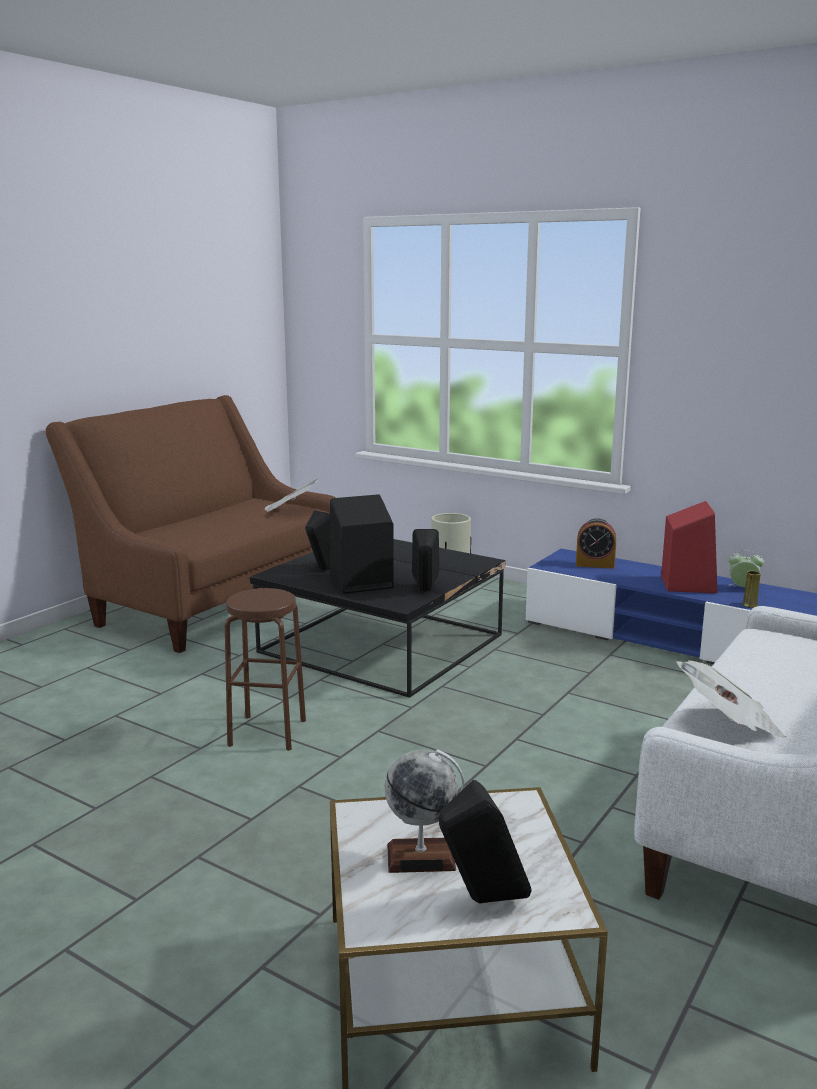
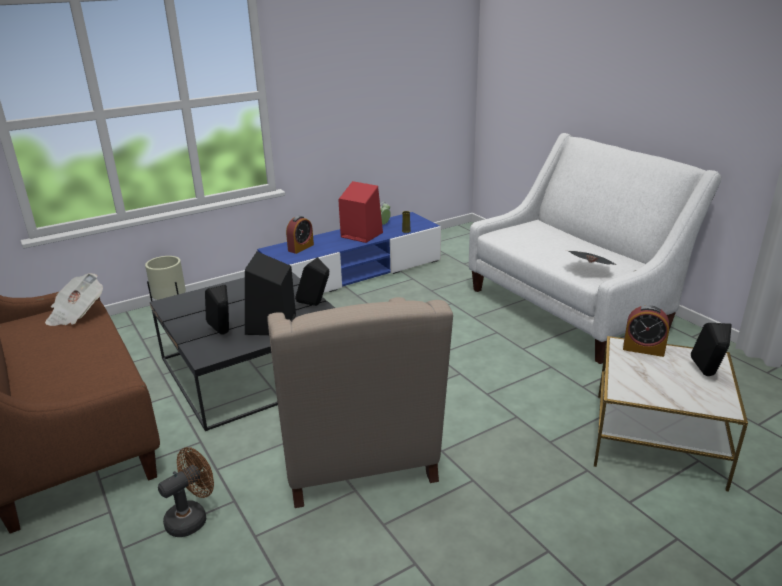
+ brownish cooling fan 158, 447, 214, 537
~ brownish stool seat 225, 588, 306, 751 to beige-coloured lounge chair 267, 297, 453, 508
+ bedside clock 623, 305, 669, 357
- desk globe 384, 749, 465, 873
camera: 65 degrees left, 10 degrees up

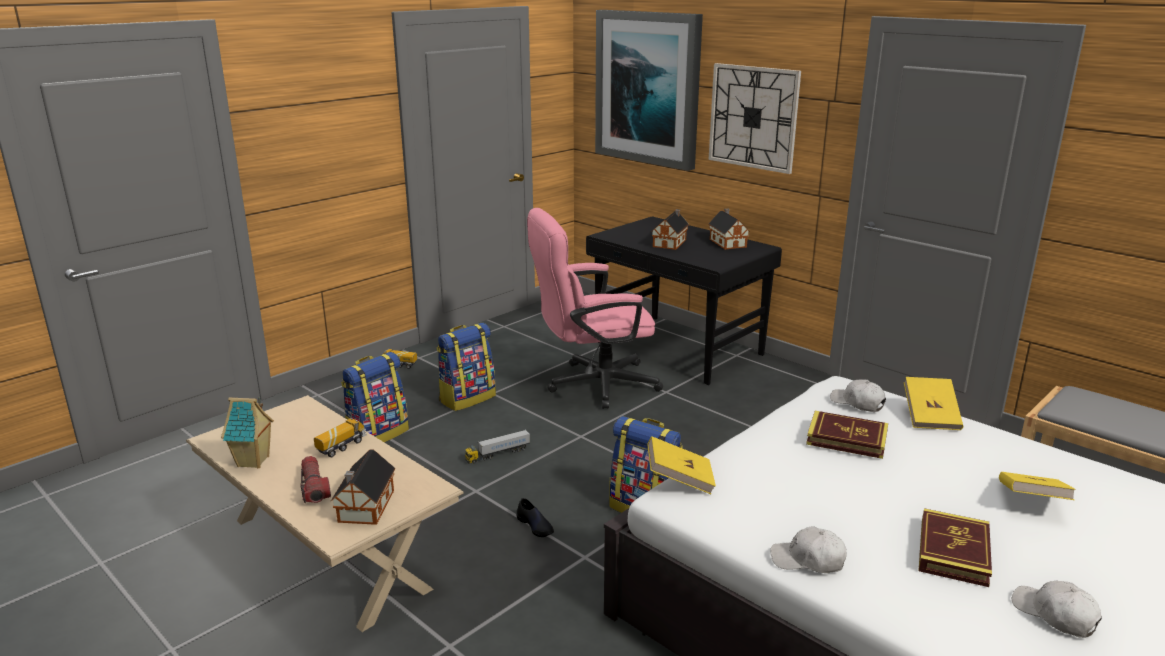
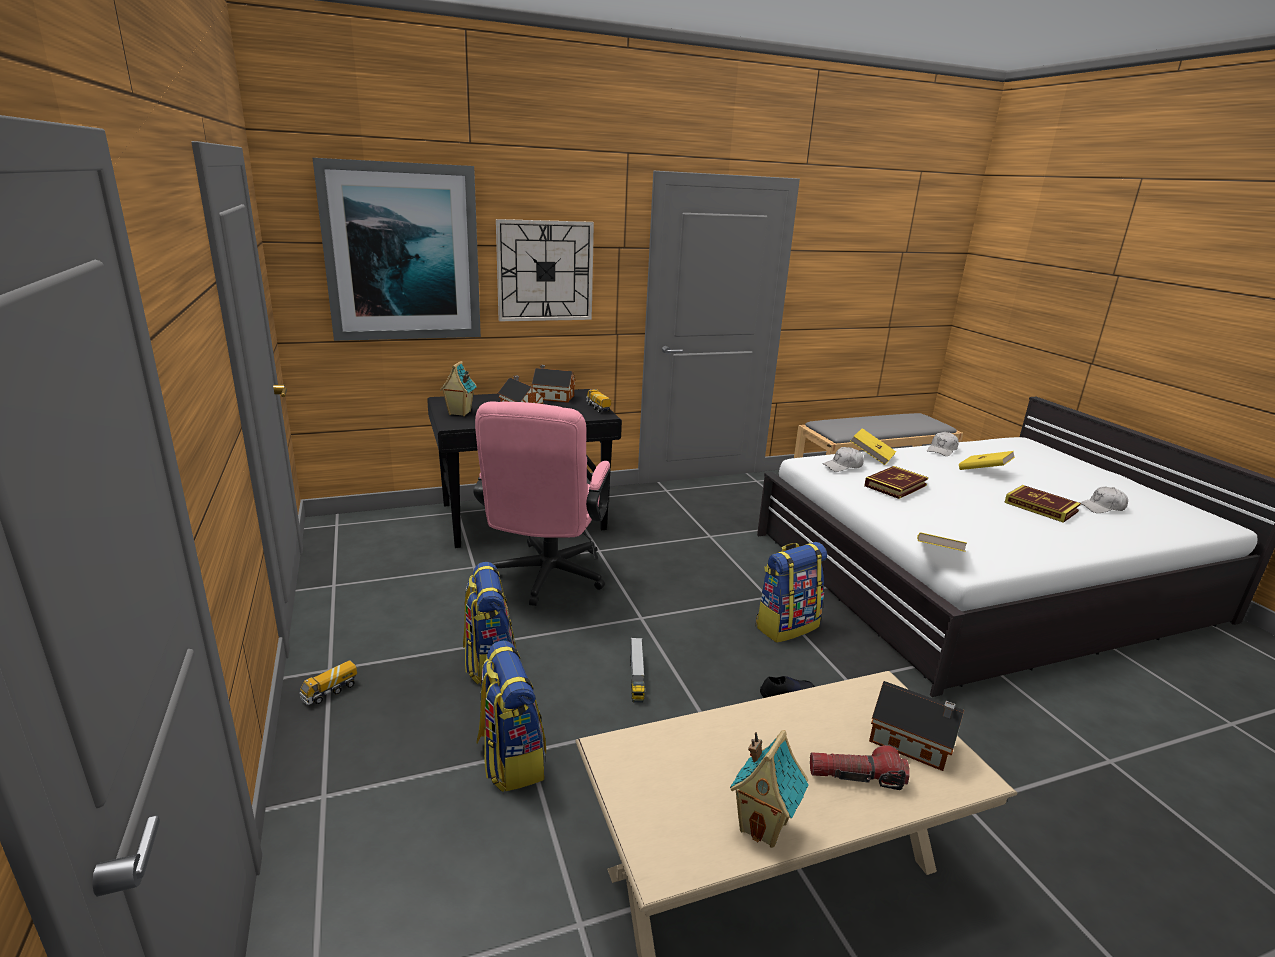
+ model house 440, 361, 477, 416
~ toy truck 314, 418, 367, 457 to 586, 389, 611, 413
~ white-coloured cap 770, 526, 847, 573 to 927, 432, 959, 456
camera: 65 degrees left, 0 degrees up

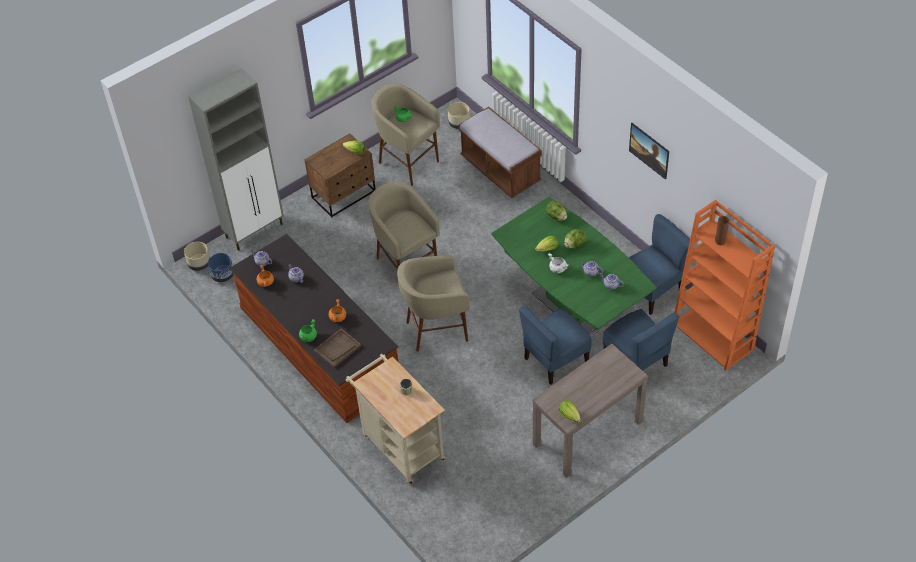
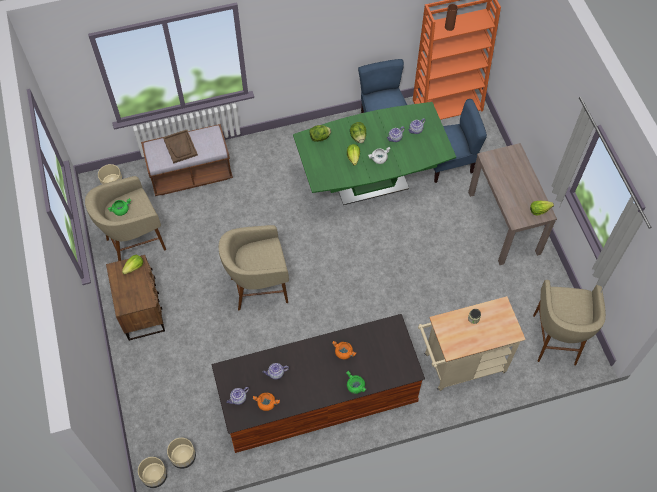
~ brownish tray 314, 328, 361, 368 to 163, 130, 198, 164
~ blue flower pot 208, 253, 233, 282 to beige-coloured flower pot 167, 438, 196, 469
~ beige-coloured stool seat 397, 255, 469, 351 to 533, 280, 606, 366
- grey storage cabinet 188, 68, 284, 251
- blue plain chair 519, 306, 592, 385
- picture 629, 123, 669, 180
camera: 70 degrees left, 10 degrees up

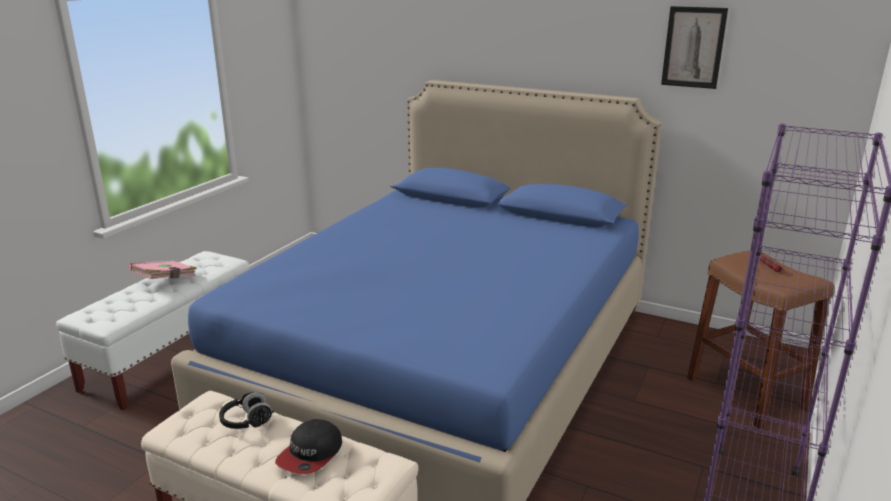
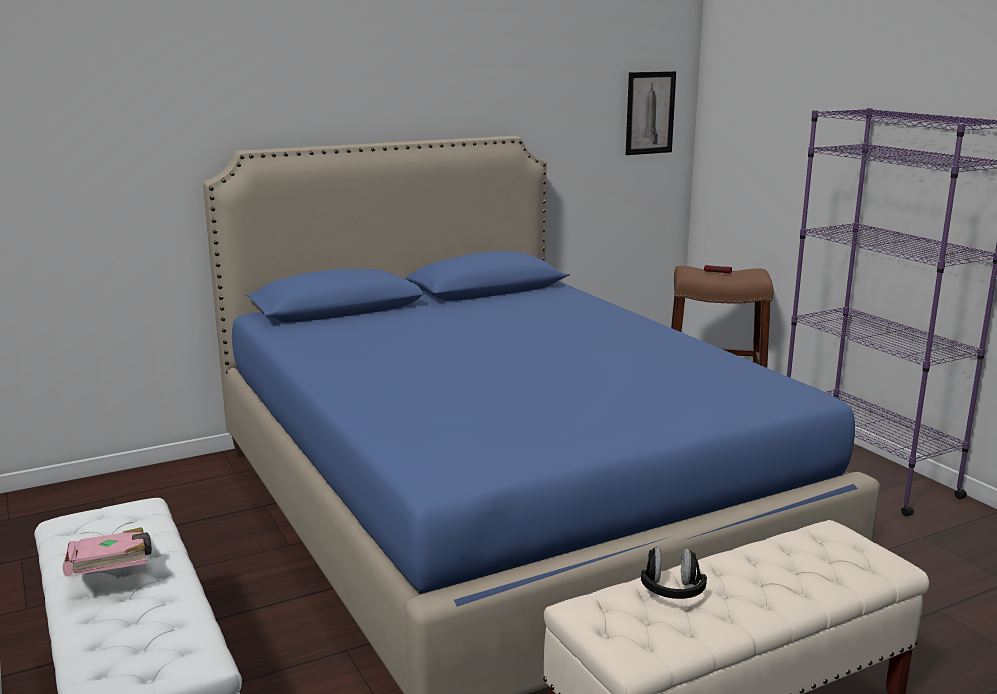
~ picture 661, 6, 728, 89 to 626, 71, 676, 155
- cap 275, 419, 342, 474
camera: 55 degrees left, 5 degrees down

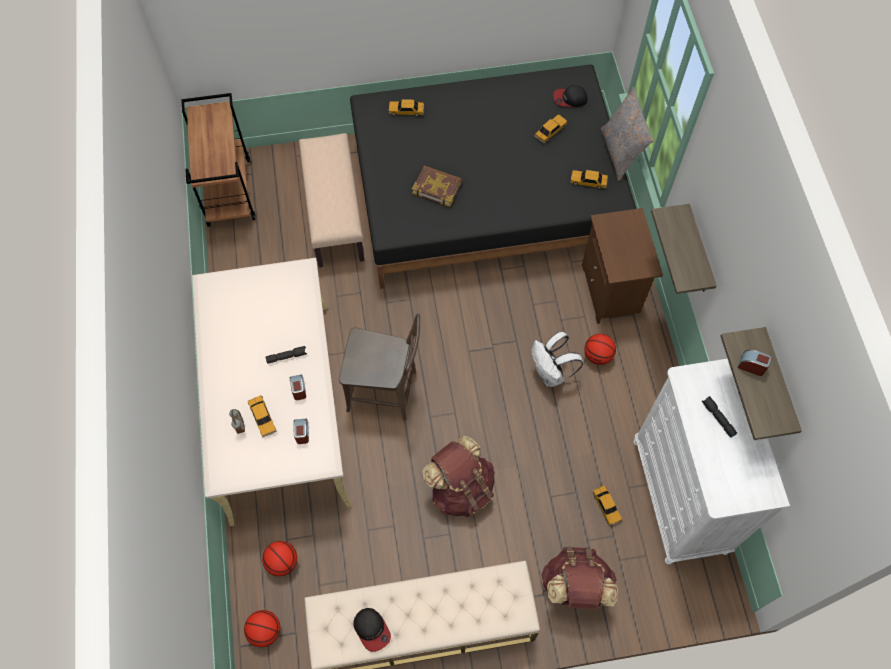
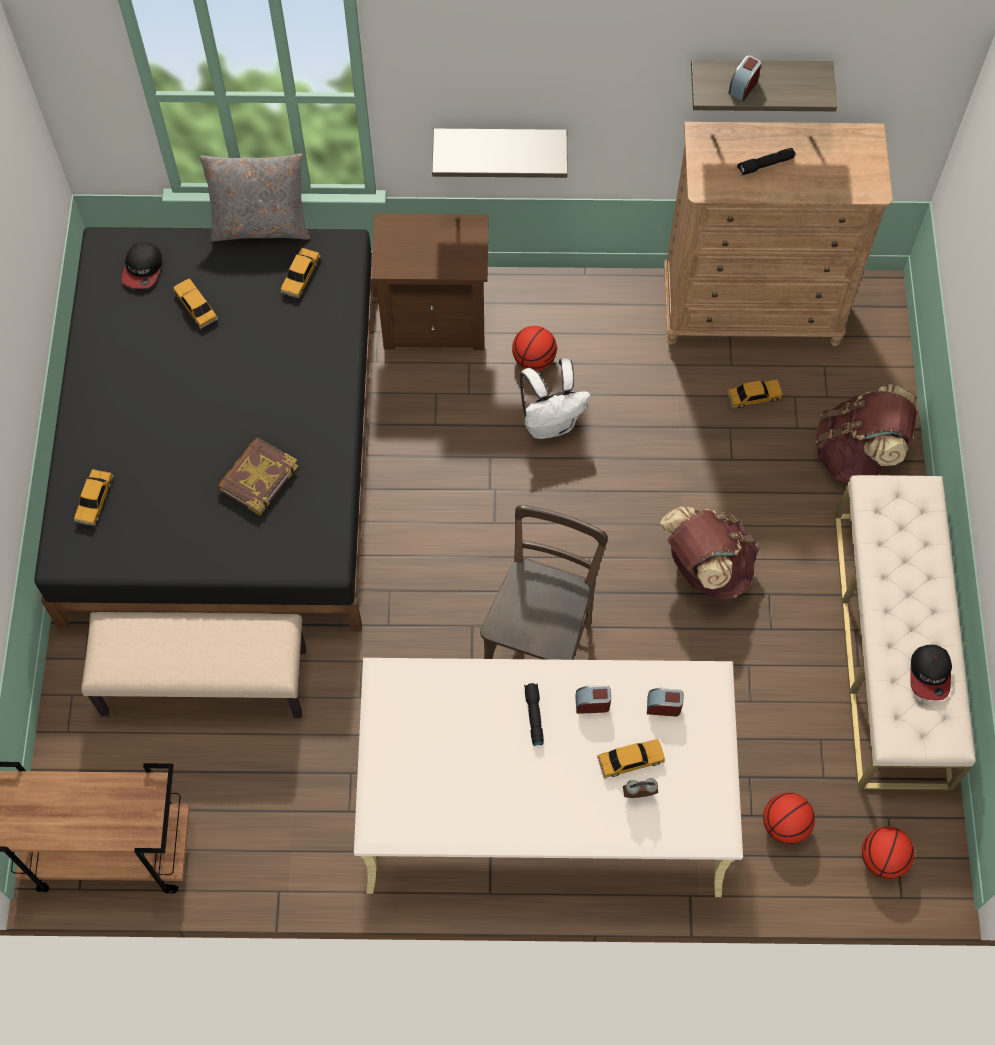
~ white-coloured dresser 634, 359, 790, 564 to brownish dresser 664, 122, 893, 346
~ cap 353, 608, 391, 652 = 910, 645, 952, 701 120 degrees clockwise
camera: 80 degrees left, 0 degrees up

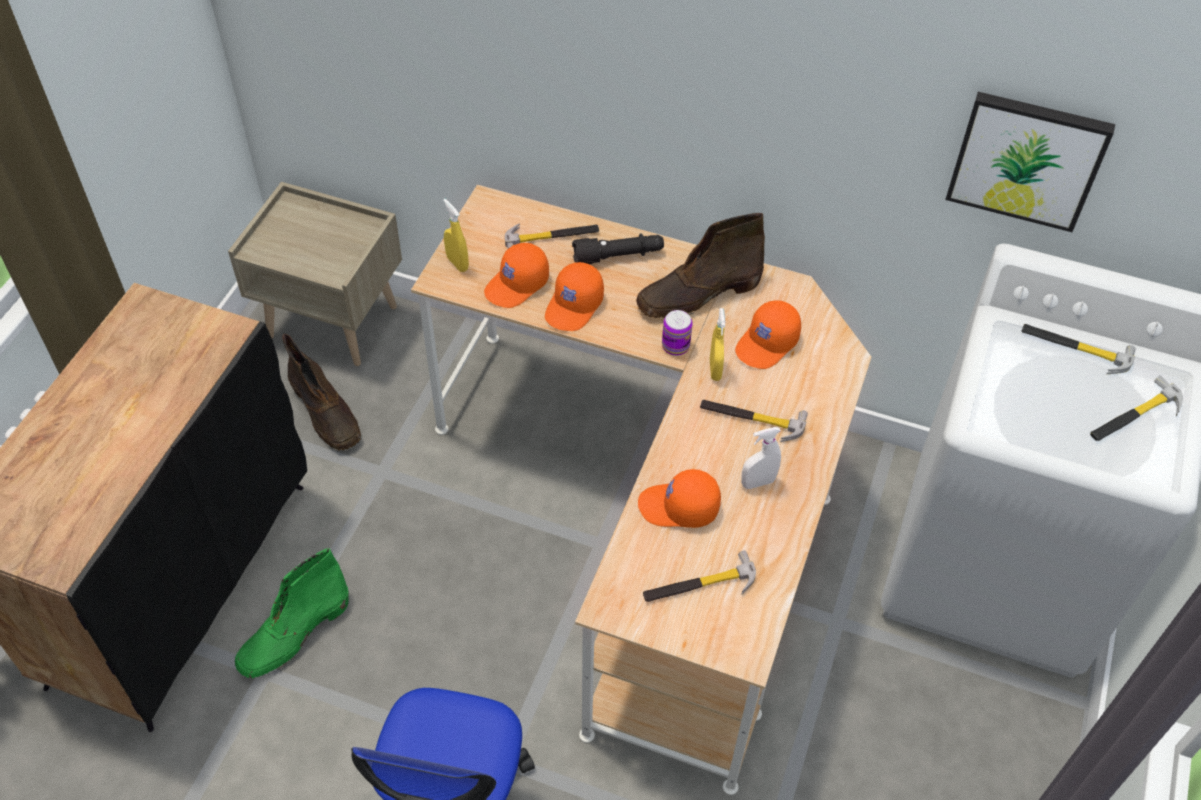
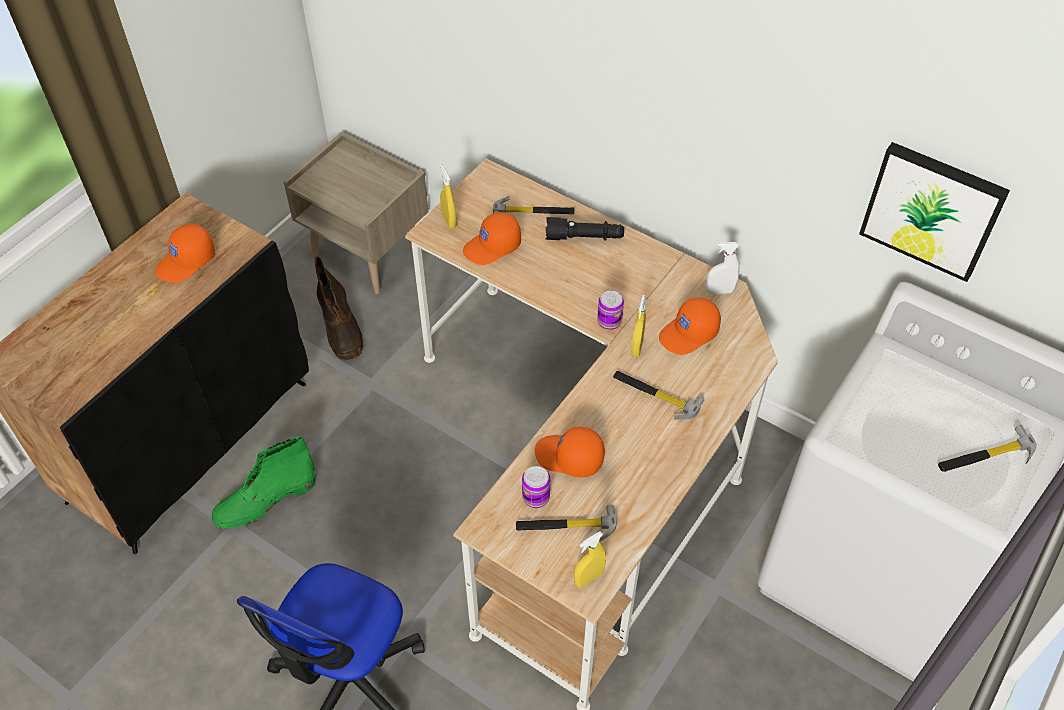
~ orangey cap 545, 262, 604, 331 to 155, 224, 215, 283
+ metal can 522, 466, 550, 508
+ yellow-coloured sprayer 574, 531, 606, 588
~ white-coloured sprayer 741, 427, 781, 489 to 706, 242, 739, 294
- brownish high-top boot 636, 213, 765, 318
- hammer 1022, 324, 1136, 374
camera: 15 degrees right, 0 degrees up

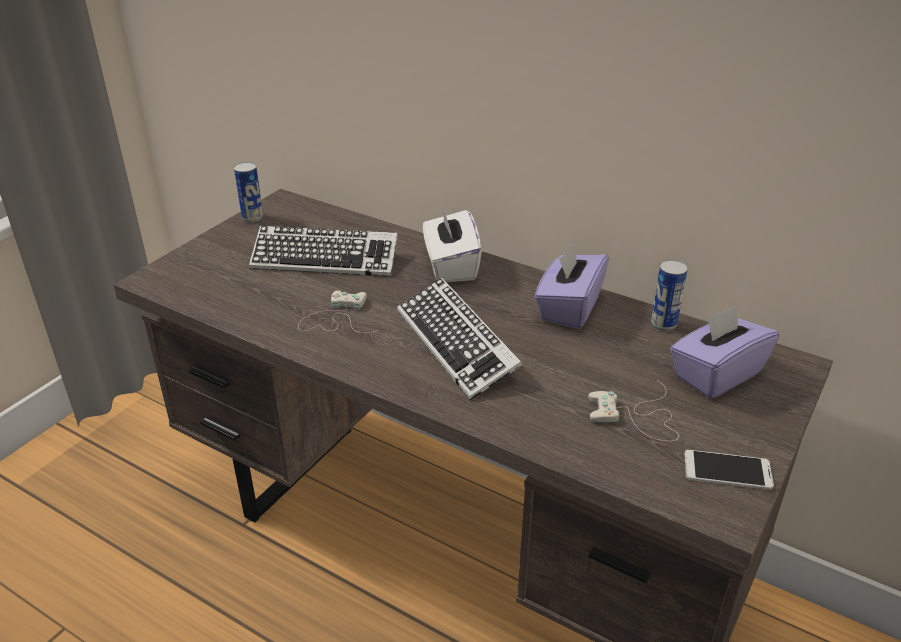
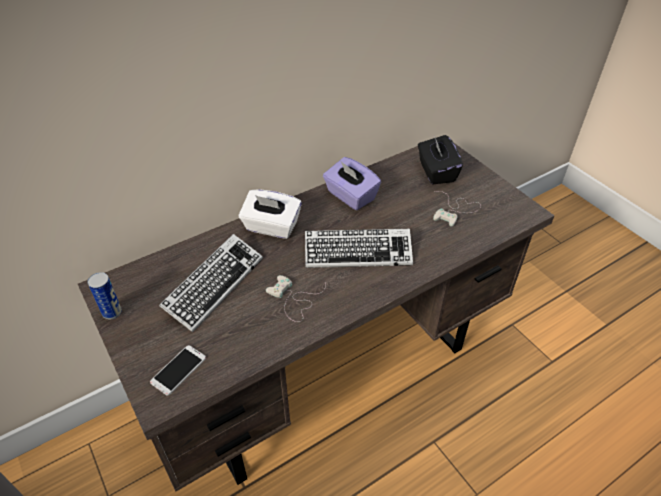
~ telephone 684, 450, 774, 490 to 150, 345, 206, 395
~ purple tissue box 670, 304, 779, 399 to blackish tissue box 418, 135, 463, 184
- metal can 651, 260, 688, 331
camera: 65 degrees left, 10 degrees up

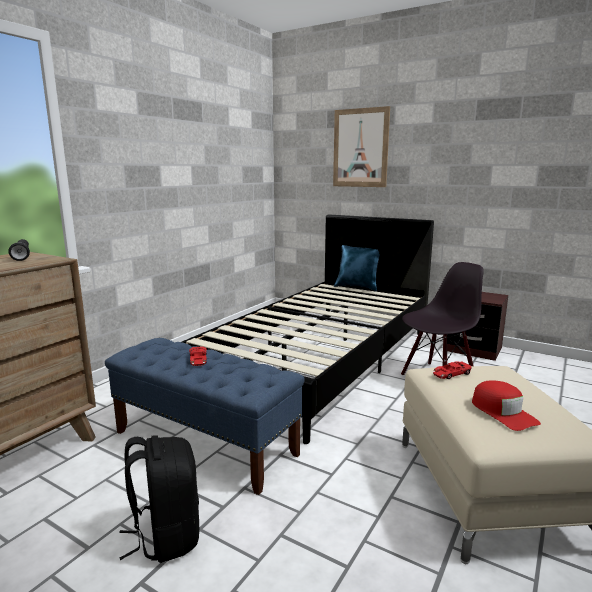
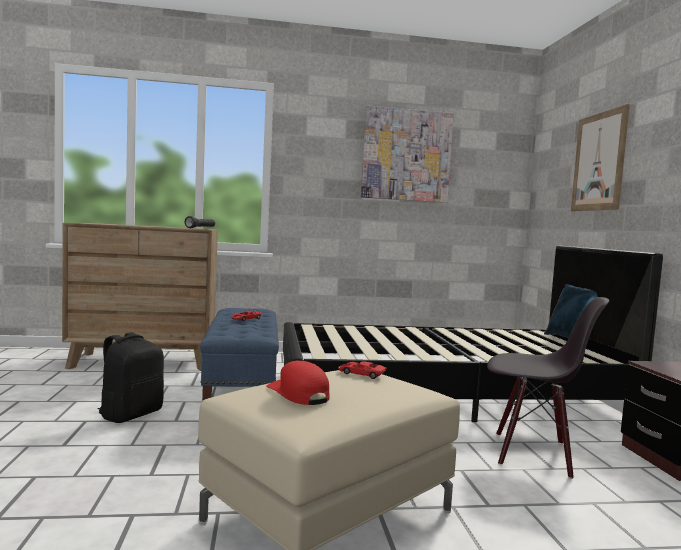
~ red cap 472, 380, 541, 431 = 266, 361, 330, 405 120 degrees clockwise
+ picture 361, 105, 454, 203
camera: 50 degrees right, 10 degrees down

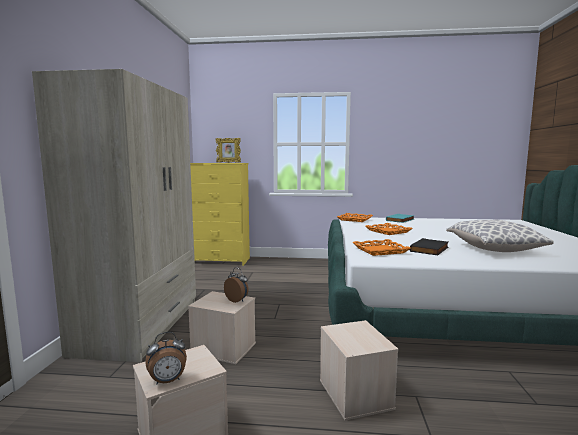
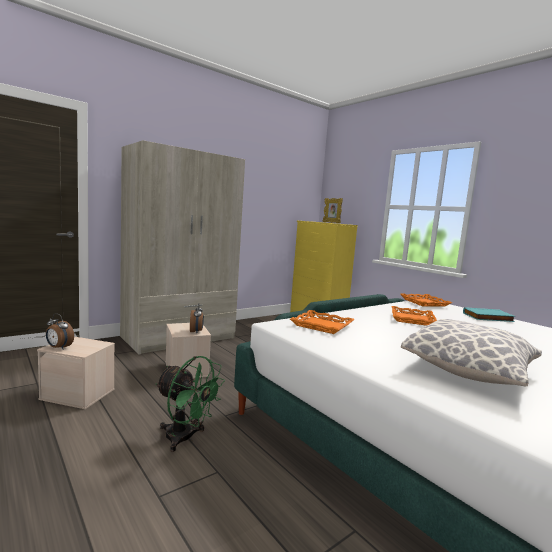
~ beige-coloured storage bin 320, 320, 399, 421 to green cooling fan 155, 356, 225, 452
- blackish book 410, 238, 448, 255
camera: 45 degrees right, 0 degrees up

